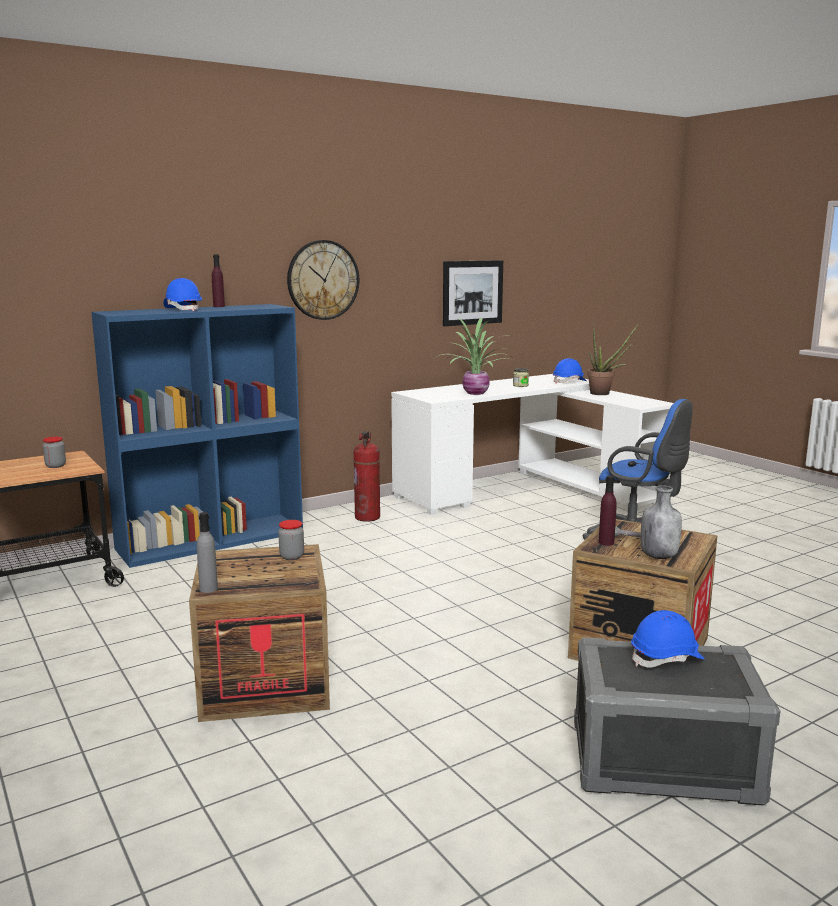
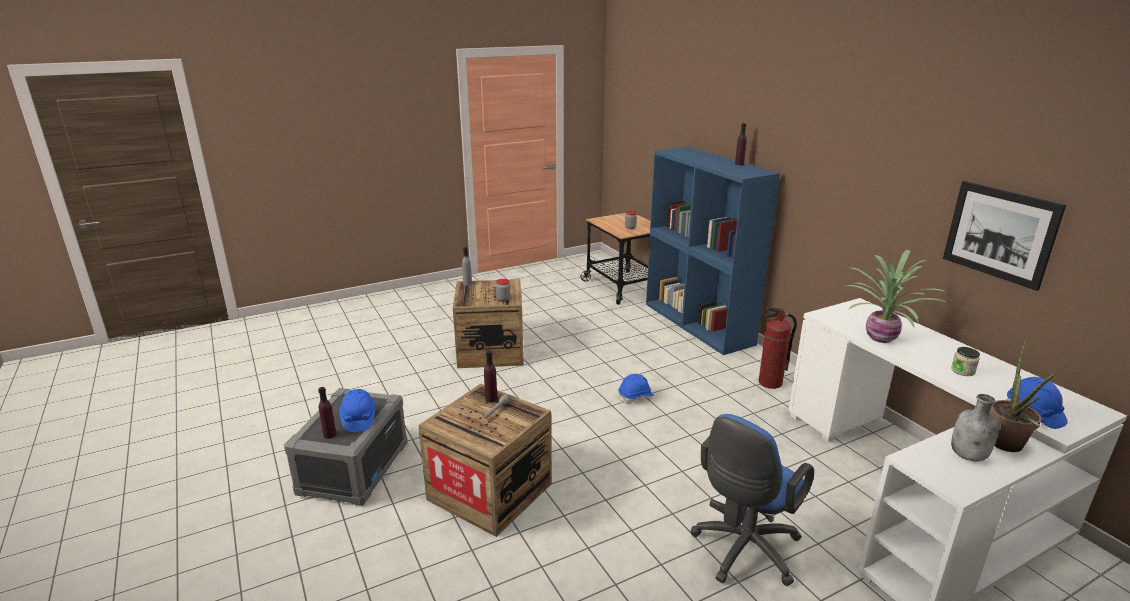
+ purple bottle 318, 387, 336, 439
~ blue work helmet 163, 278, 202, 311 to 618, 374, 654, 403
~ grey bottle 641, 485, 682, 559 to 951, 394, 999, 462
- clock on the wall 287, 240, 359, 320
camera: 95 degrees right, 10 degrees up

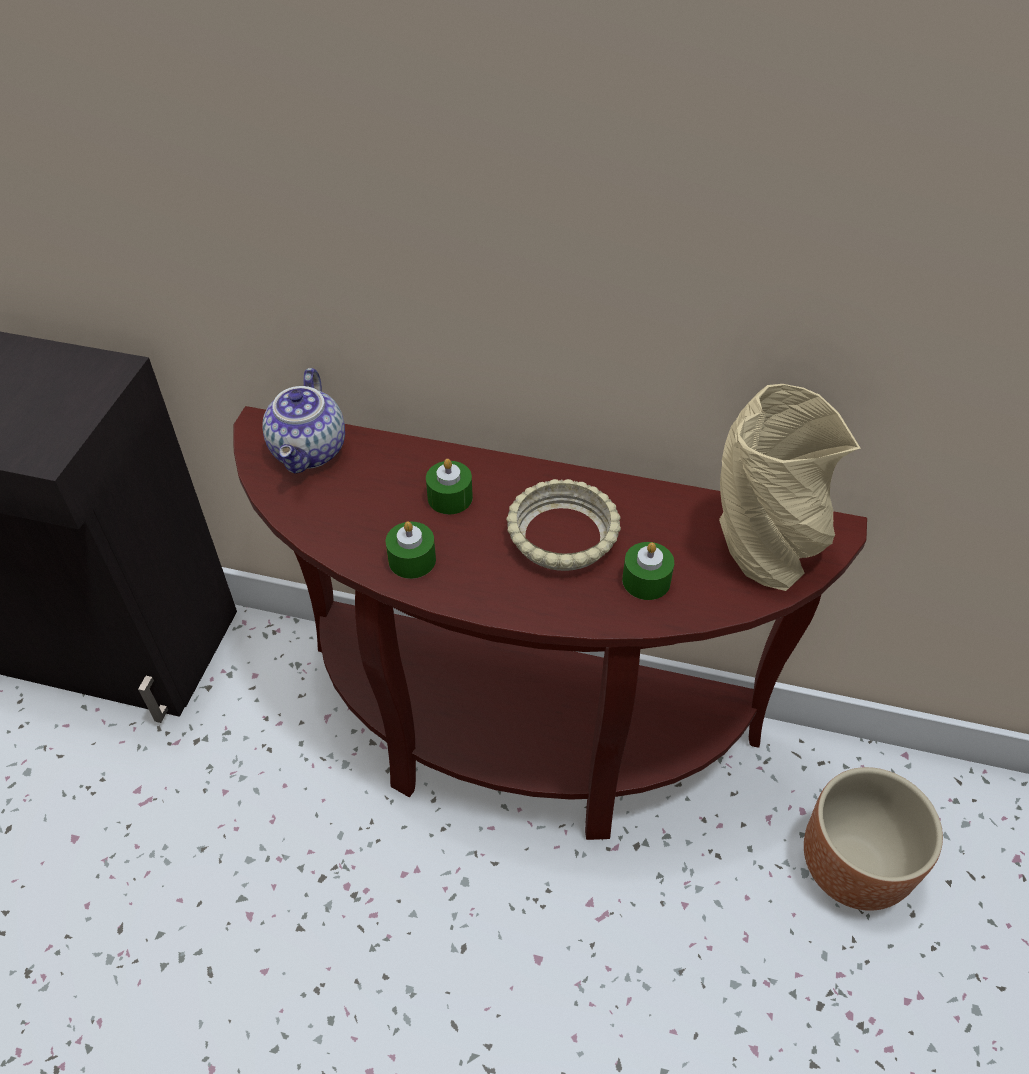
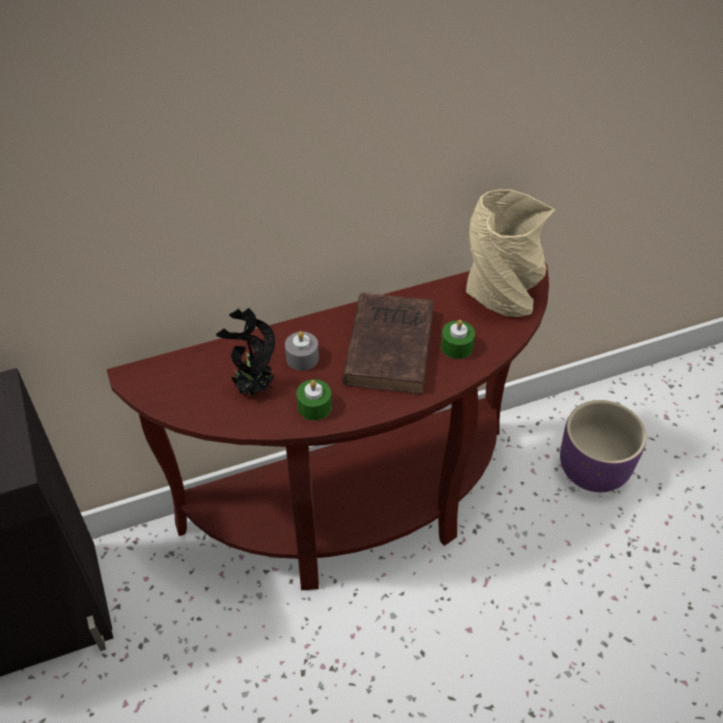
+ potted plant 216, 307, 275, 397
~ green wax candle 426, 459, 473, 514 to grey wax candle 285, 331, 319, 371
~ beige-coloured serving bowl 506, 479, 621, 571 to brownish book 342, 293, 434, 394
~ brownish flower pot 804, 767, 943, 911 to purple flower pot 560, 400, 646, 492
- tea pot 262, 368, 345, 473
camera: 35 degrees left, 0 degrees up

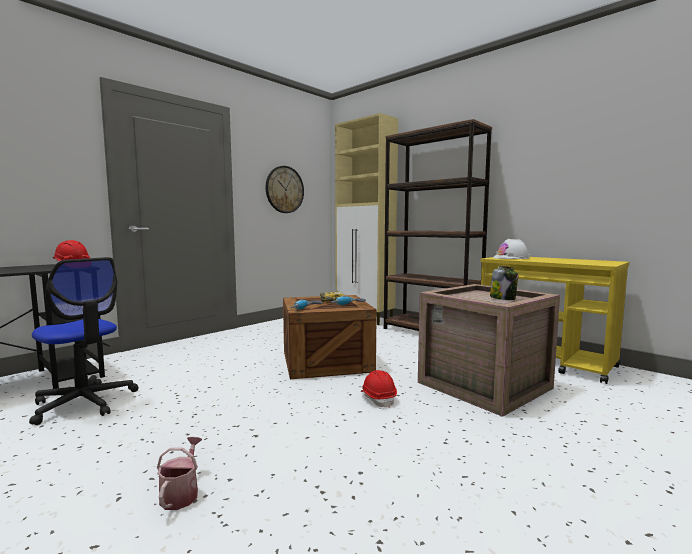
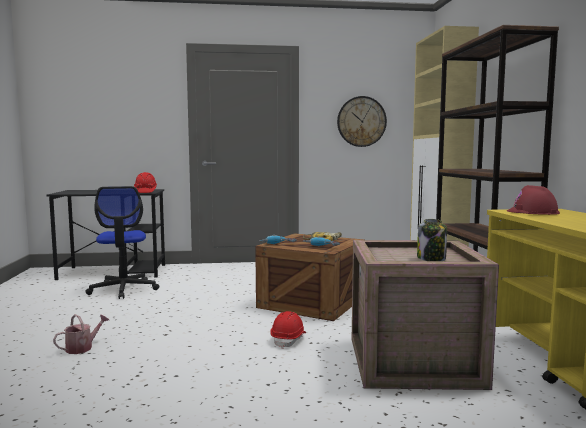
~ white-coloured work helmet 493, 239, 530, 259 to red work helmet 507, 185, 560, 215
camera: 40 degrees right, 0 degrees up

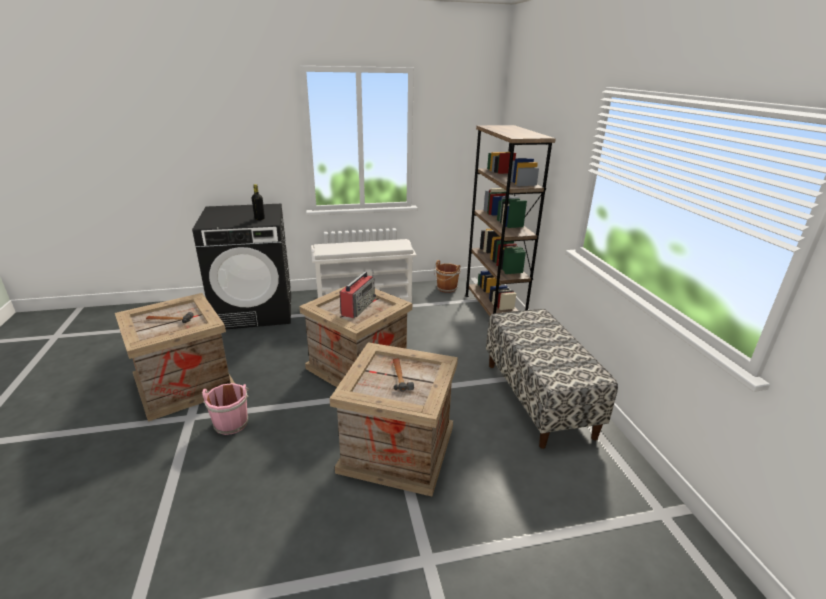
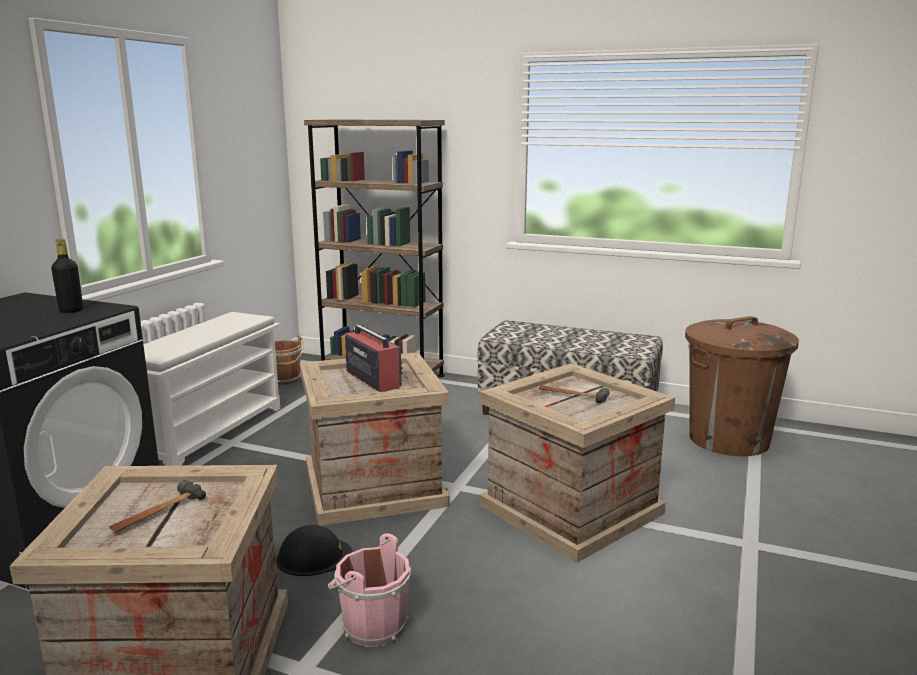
+ blackish work helmet 276, 525, 353, 576
+ brownish trash can 685, 316, 799, 456
camera: 55 degrees left, 10 degrees down

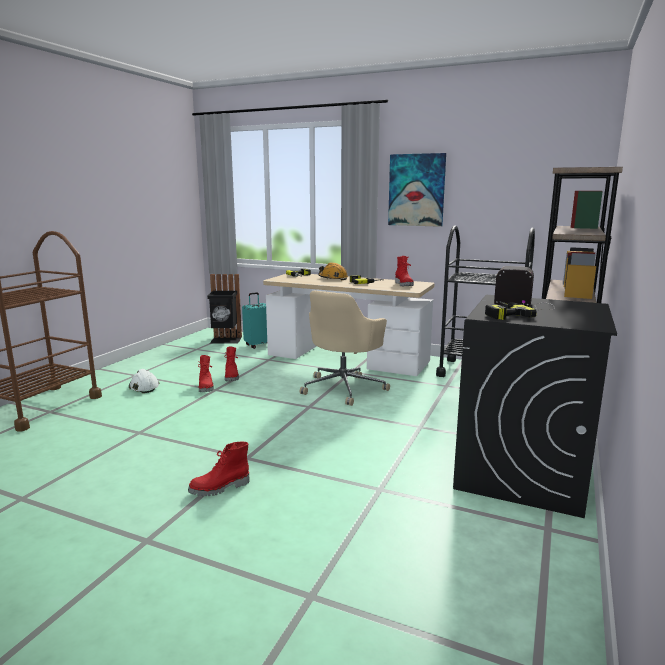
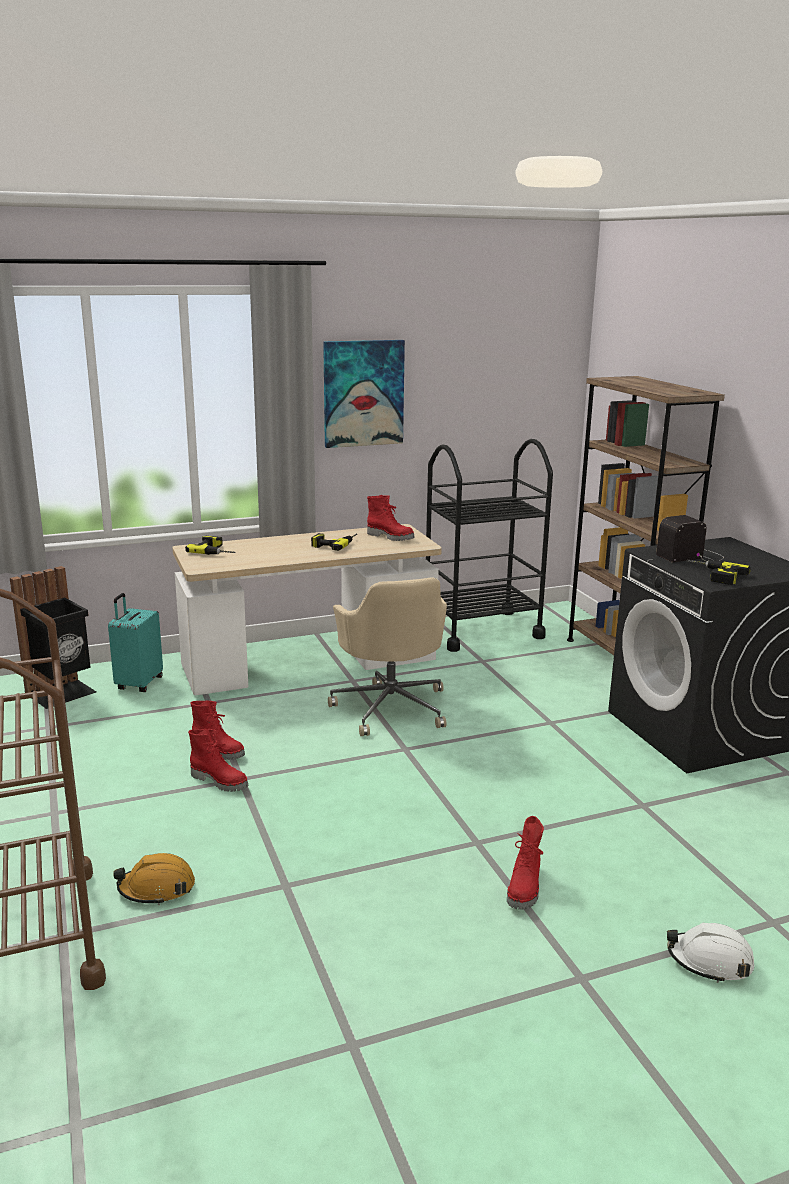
~ orangey work helmet 318, 263, 348, 280 to 113, 853, 195, 905
~ white-coloured work helmet 129, 369, 160, 393 to 667, 923, 754, 983
camera: 45 degrees left, 5 degrees up

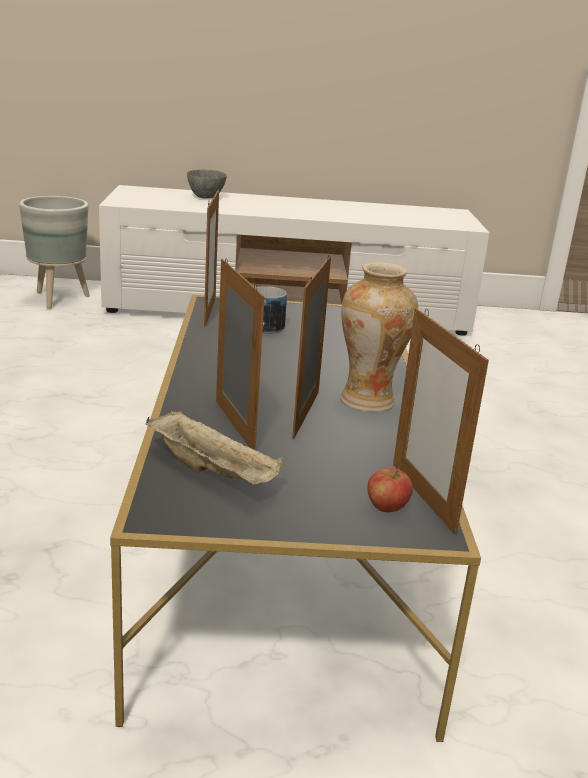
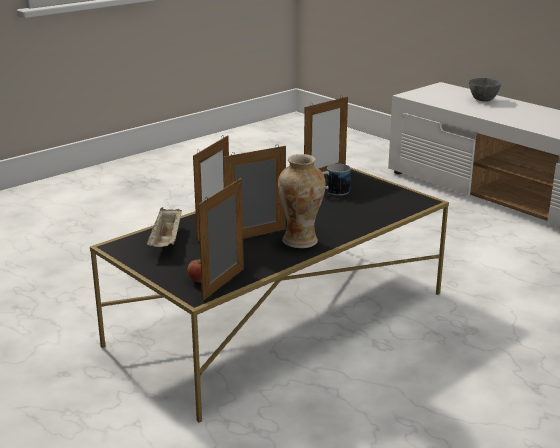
- grey flower pot 19, 196, 90, 309
camera: 50 degrees right, 0 degrees up

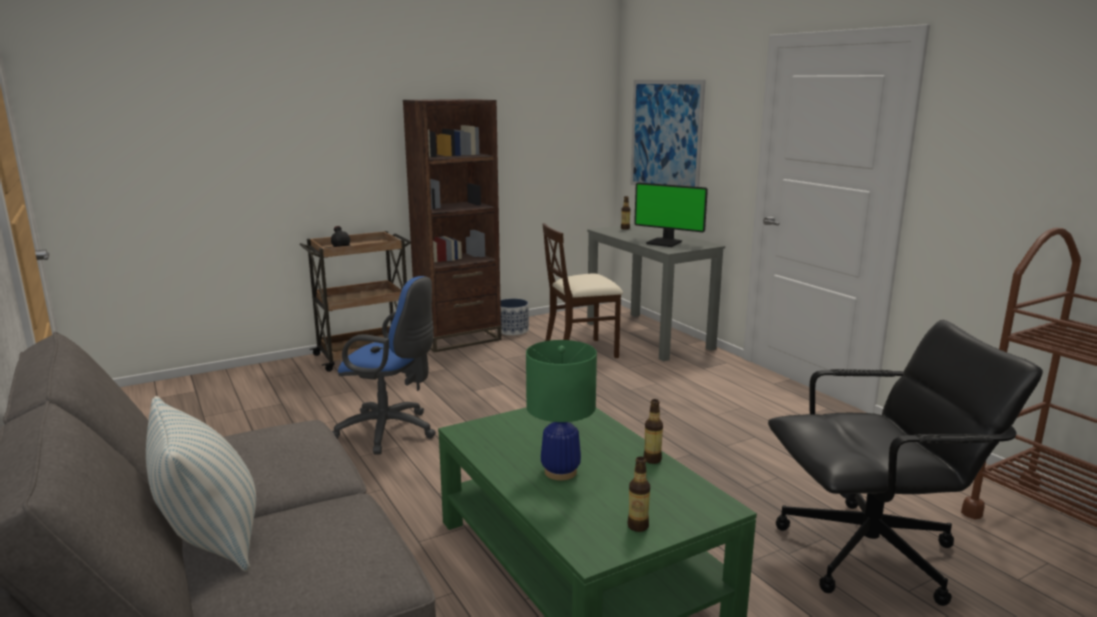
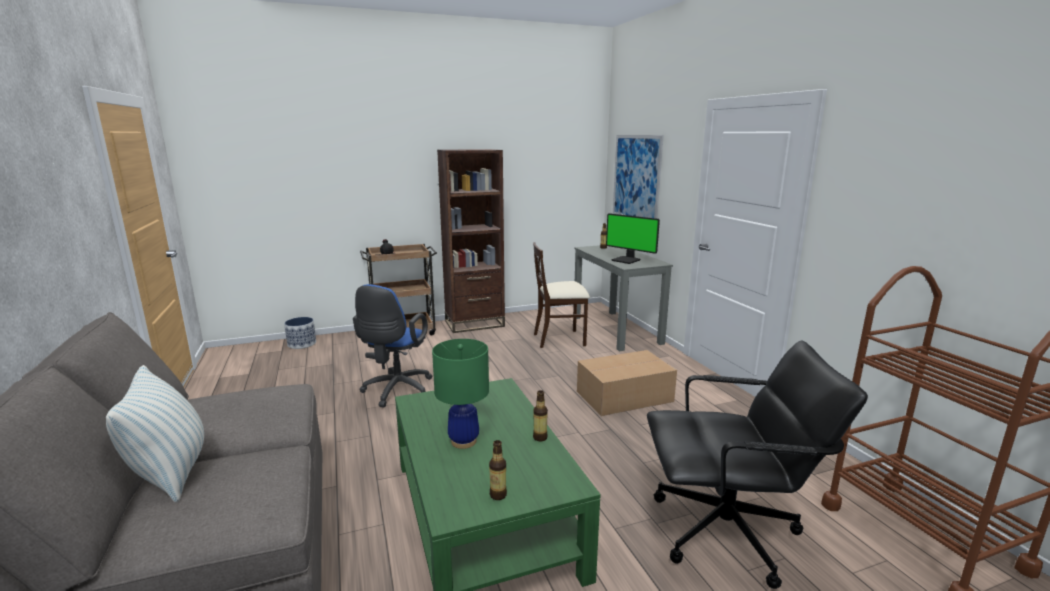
~ flower pot 500, 299, 529, 336 to 284, 317, 316, 349
~ blue computer chair 332, 276, 436, 455 = 353, 284, 432, 408 75 degrees clockwise
+ cardboard box 577, 350, 677, 416
camera: 10 degrees right, 0 degrees up

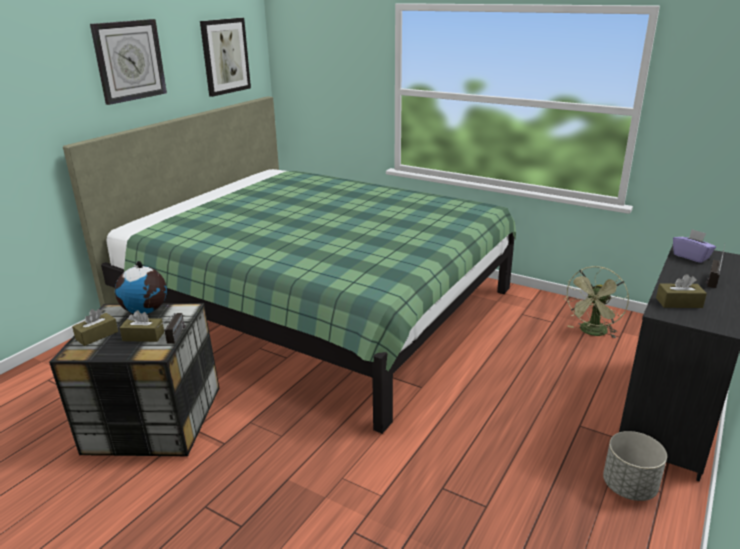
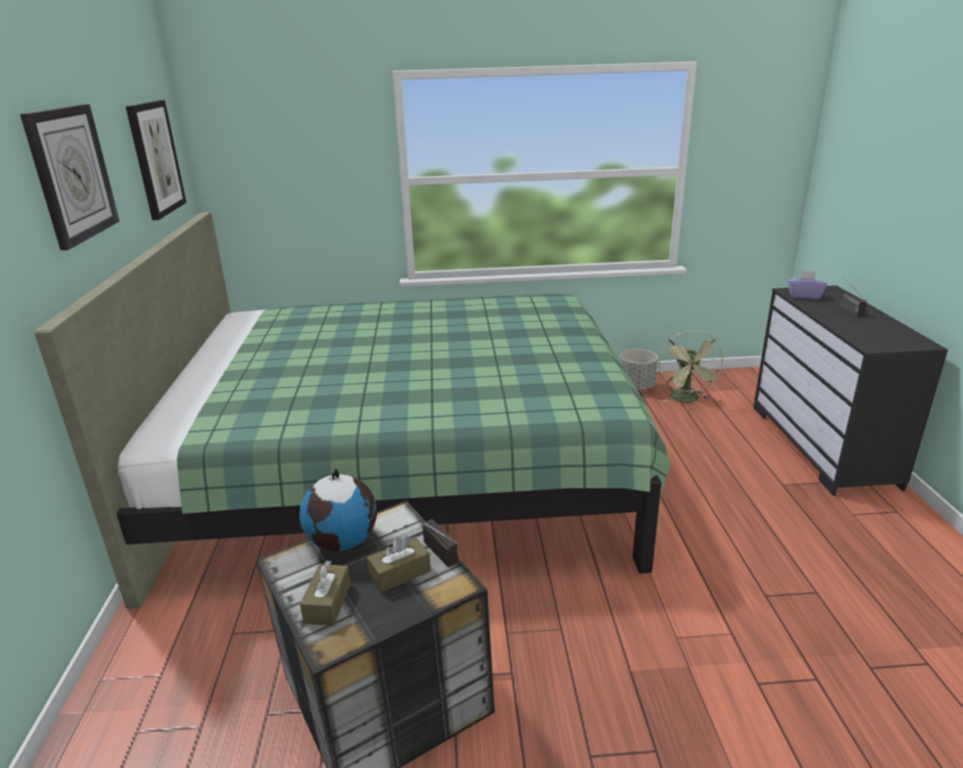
~ grey flower pot 603, 431, 667, 501 to 620, 349, 658, 391
- brownish tissue box 656, 274, 707, 308
camera: 35 degrees left, 0 degrees up

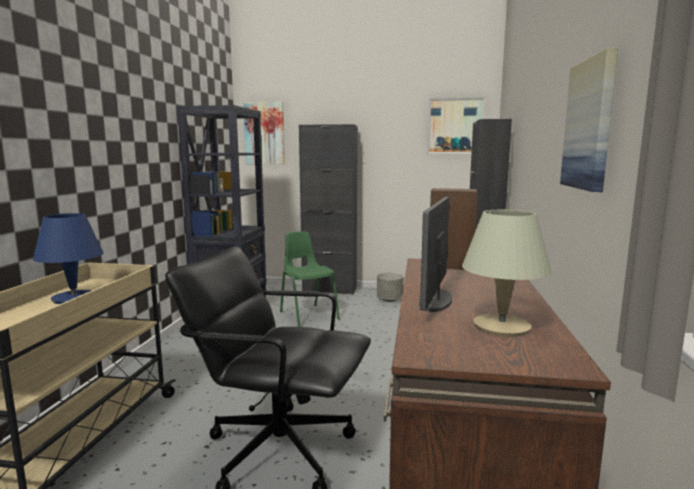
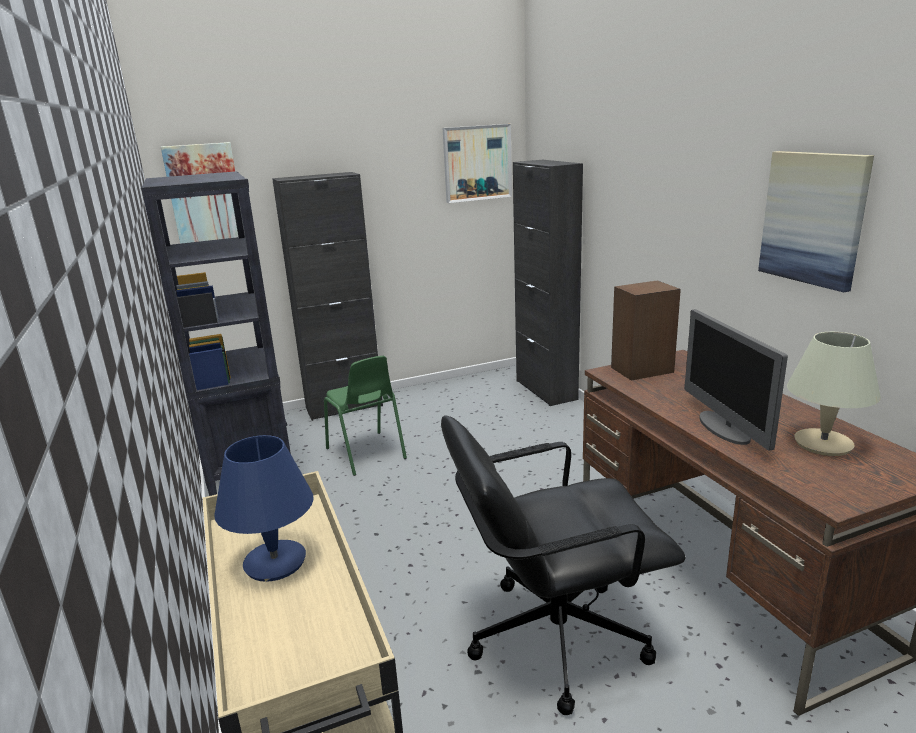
~ green plain chair 280, 231, 340, 327 = 324, 356, 407, 476 150 degrees counterclockwise
- grey flower pot 377, 272, 404, 302
camera: 30 degrees left, 10 degrees up

